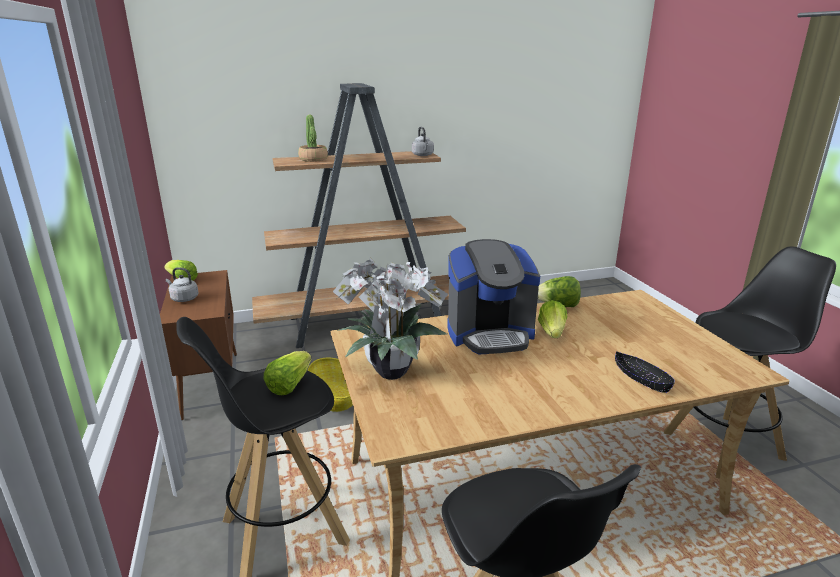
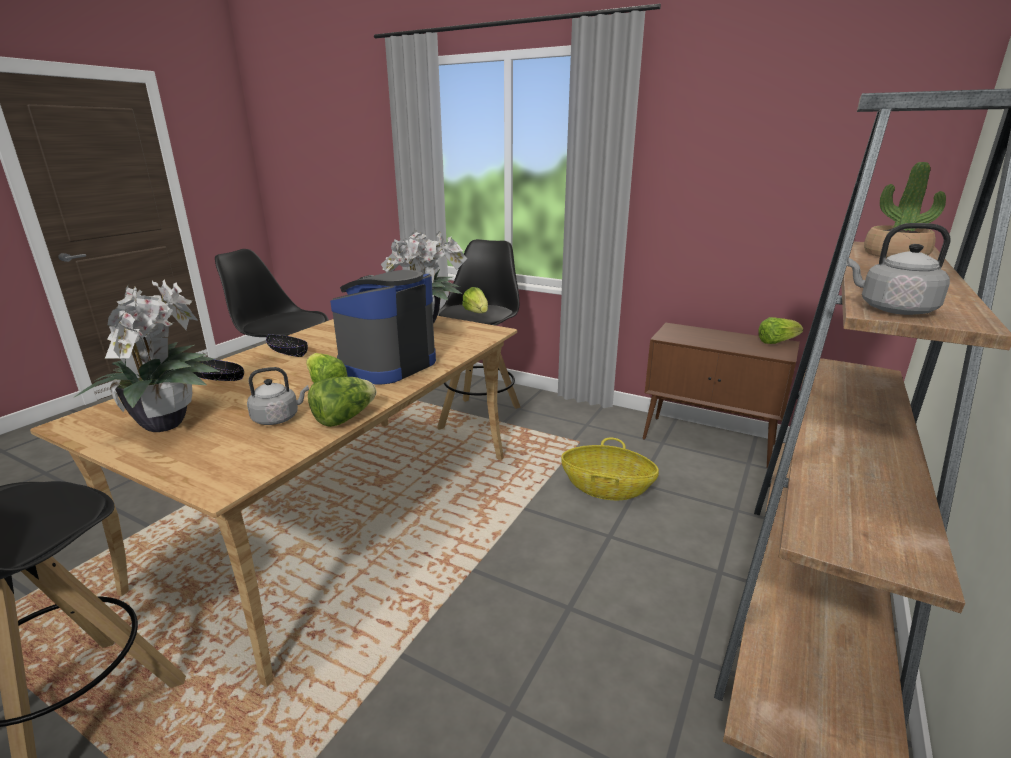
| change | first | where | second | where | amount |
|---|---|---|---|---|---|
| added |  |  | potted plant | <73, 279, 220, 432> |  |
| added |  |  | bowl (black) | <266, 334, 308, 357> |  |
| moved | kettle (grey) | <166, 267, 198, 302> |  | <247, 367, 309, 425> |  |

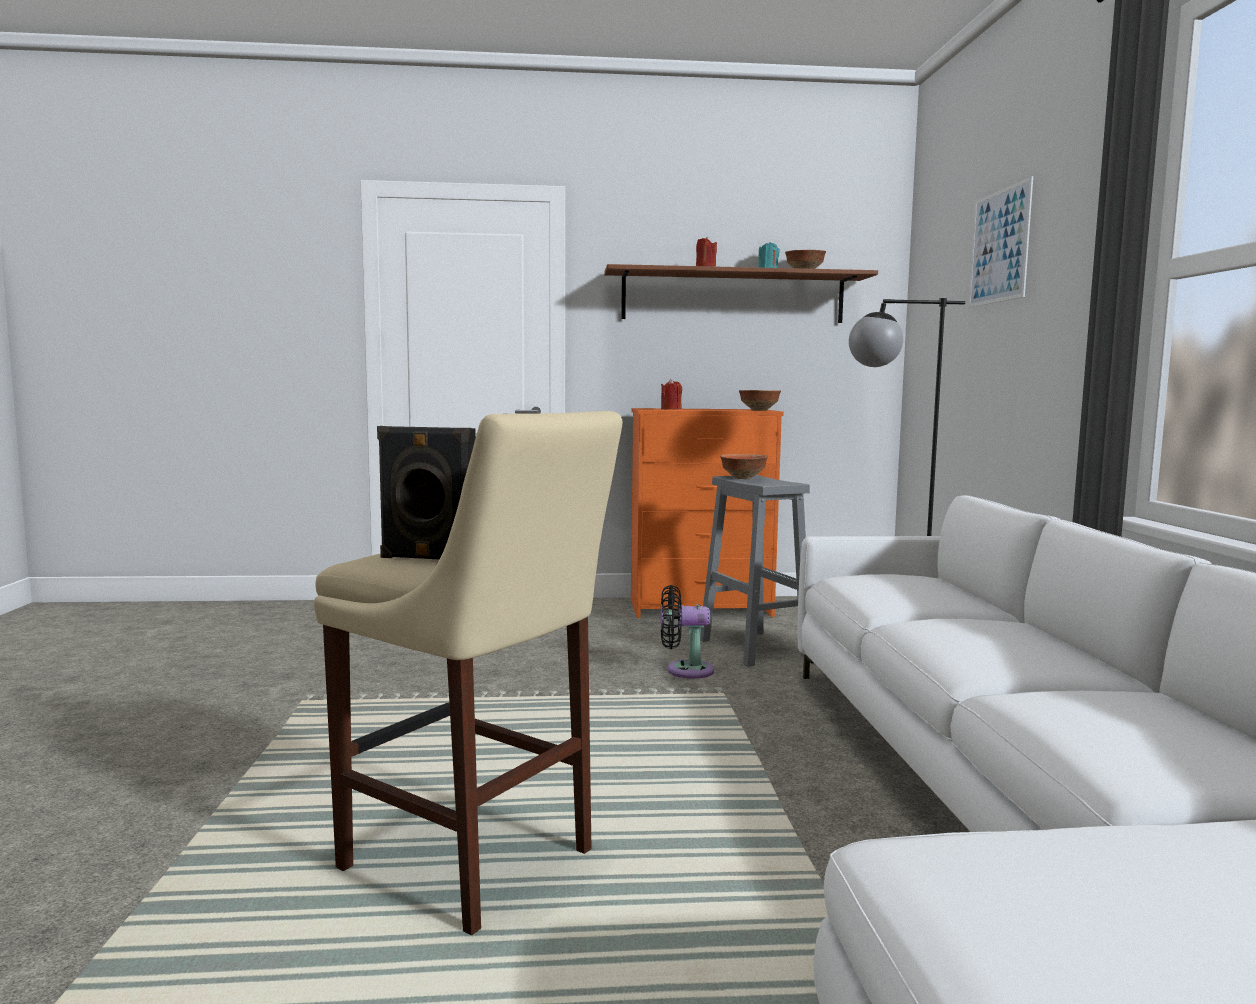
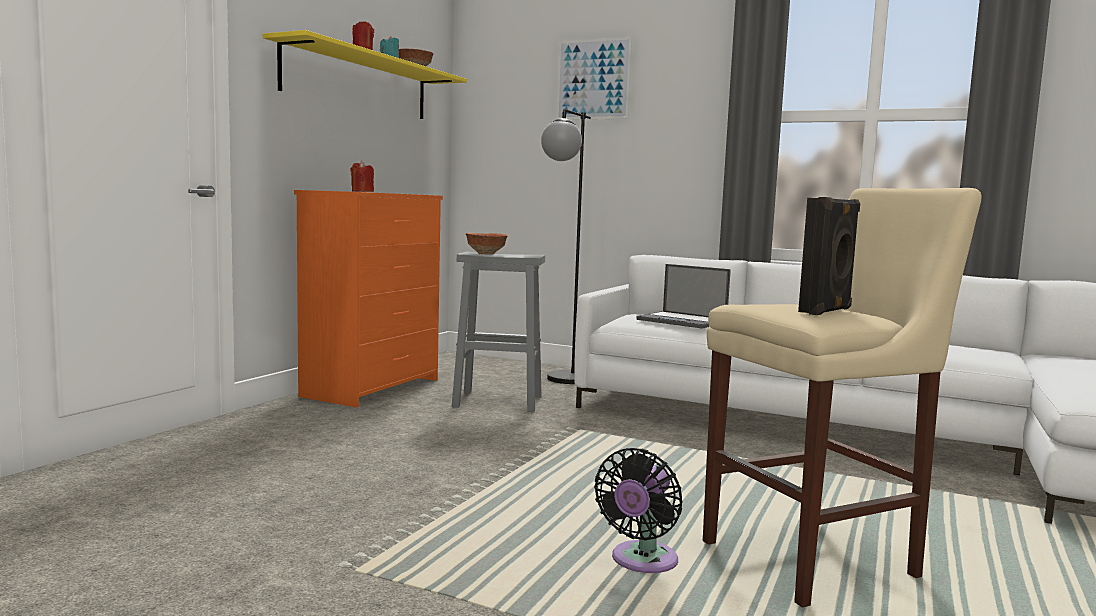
| change | first | where | second | where | amount |
|---|---|---|---|---|---|
| removed | bowl | <739, 390, 781, 411> |  |  |  |
| added |  |  | laptop | <636, 264, 731, 329> |  |
| moved | fan (black) | <661, 585, 714, 679> |  | <594, 448, 683, 573> |  |
| recoloured | shelf (brown) | <604, 264, 878, 323> | shelf (yellow) | <263, 30, 467, 119> |  |

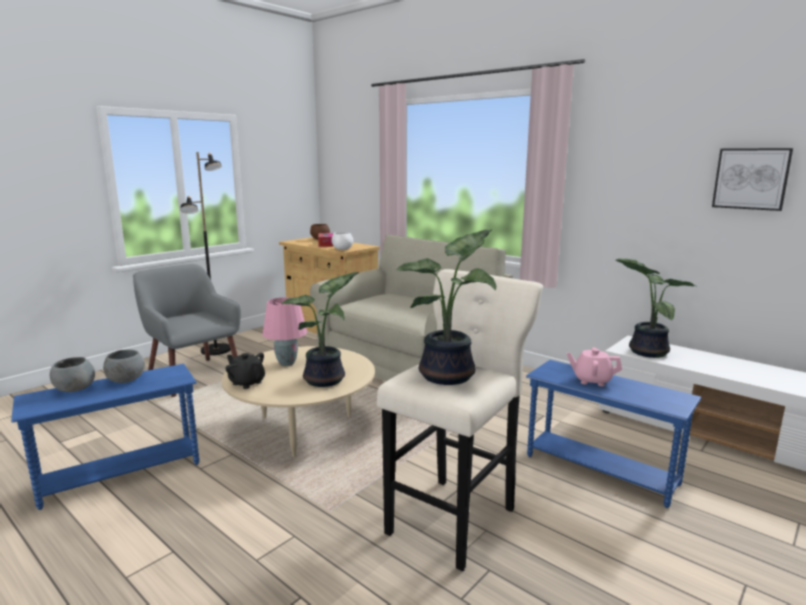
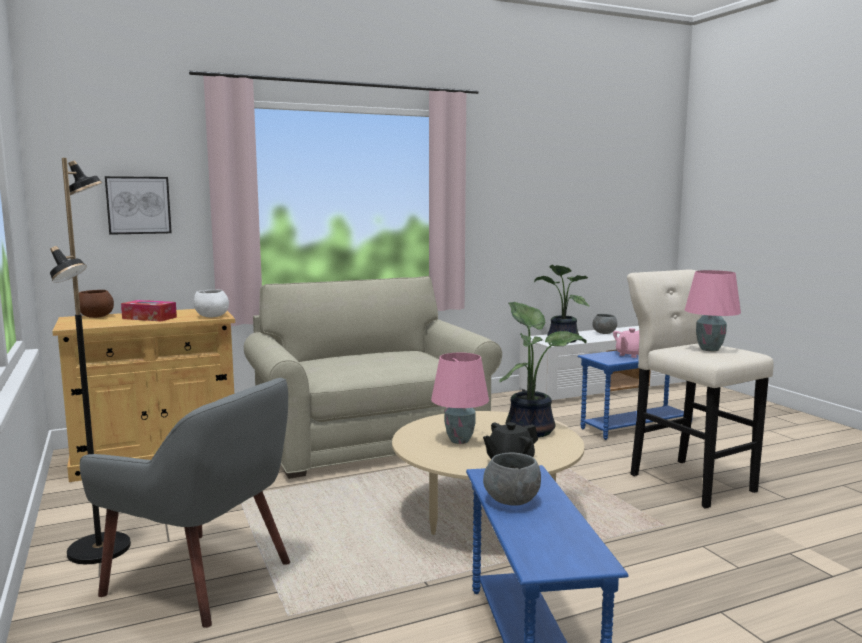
| change | first | where | second | where | amount |
|---|---|---|---|---|---|
| moved | bowl (grey) | <50, 357, 95, 392> |  | <592, 314, 617, 334> |  |
| moved | picture | <712, 148, 793, 211> |  | <105, 176, 172, 235> |  |
| replaced | potted plant | <396, 229, 496, 385> | table lamp (pink) | <685, 270, 741, 351> |  |
| turned | armchair (grey) | <133, 264, 241, 397> |  | <80, 378, 290, 628> | 135 degrees counterclockwise |

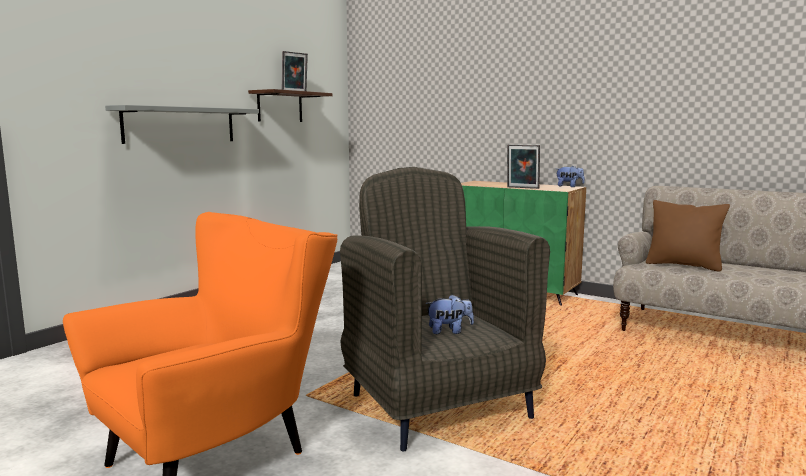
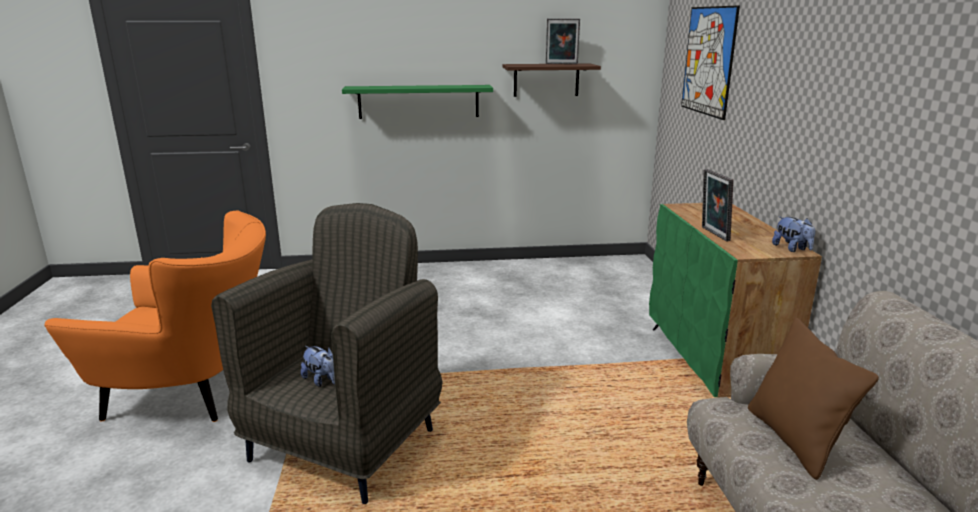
| change | first | where | second | where | amount |
|---|---|---|---|---|---|
| added |  |  | picture | <681, 5, 740, 120> |  |
| recoloured | shelf (grey) | <105, 105, 259, 144> | shelf (green) | <342, 85, 493, 119> |  |

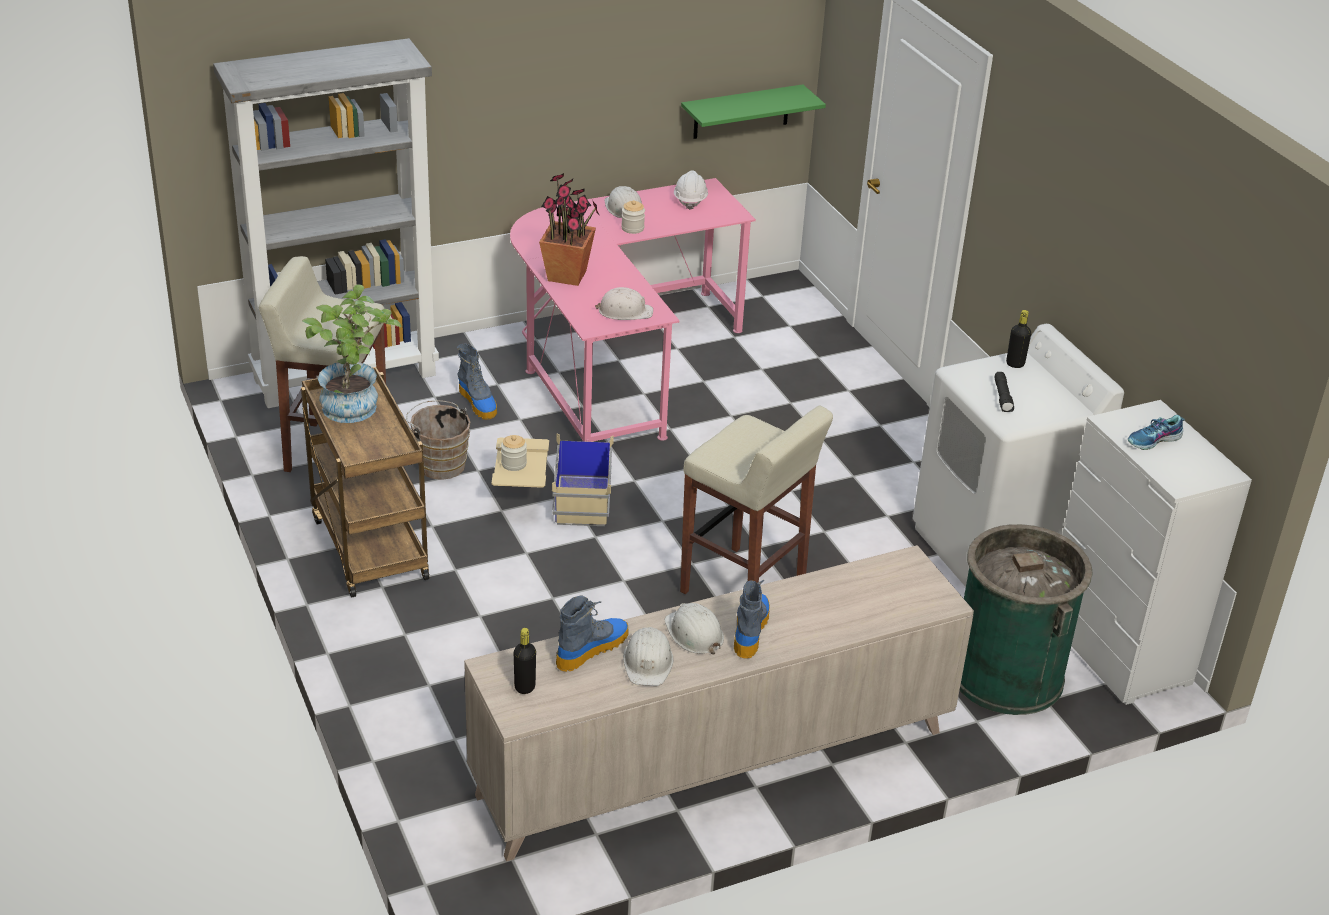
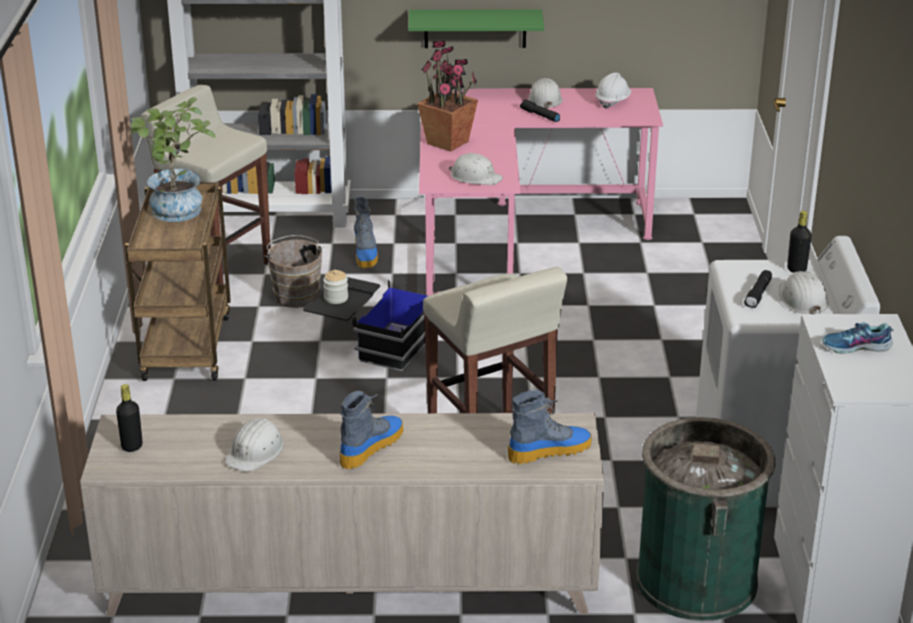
| change | first | where | second | where | amount |
|---|---|---|---|---|---|
| moved | boot | <556, 595, 629, 672> |  | <508, 390, 592, 464> |  |
| moved | hard hat (white) | <664, 603, 724, 655> |  | <779, 271, 829, 314> |  |
| moved | shelf (green) | <681, 84, 826, 139> |  | <408, 9, 544, 48> |  |
| replaced | jar | <621, 200, 645, 234> | flashlight (black) | <520, 99, 560, 122> |  |
| recoloured | storage box (beige) | <491, 433, 614, 526> | storage box (black) | <303, 277, 438, 371> |  |

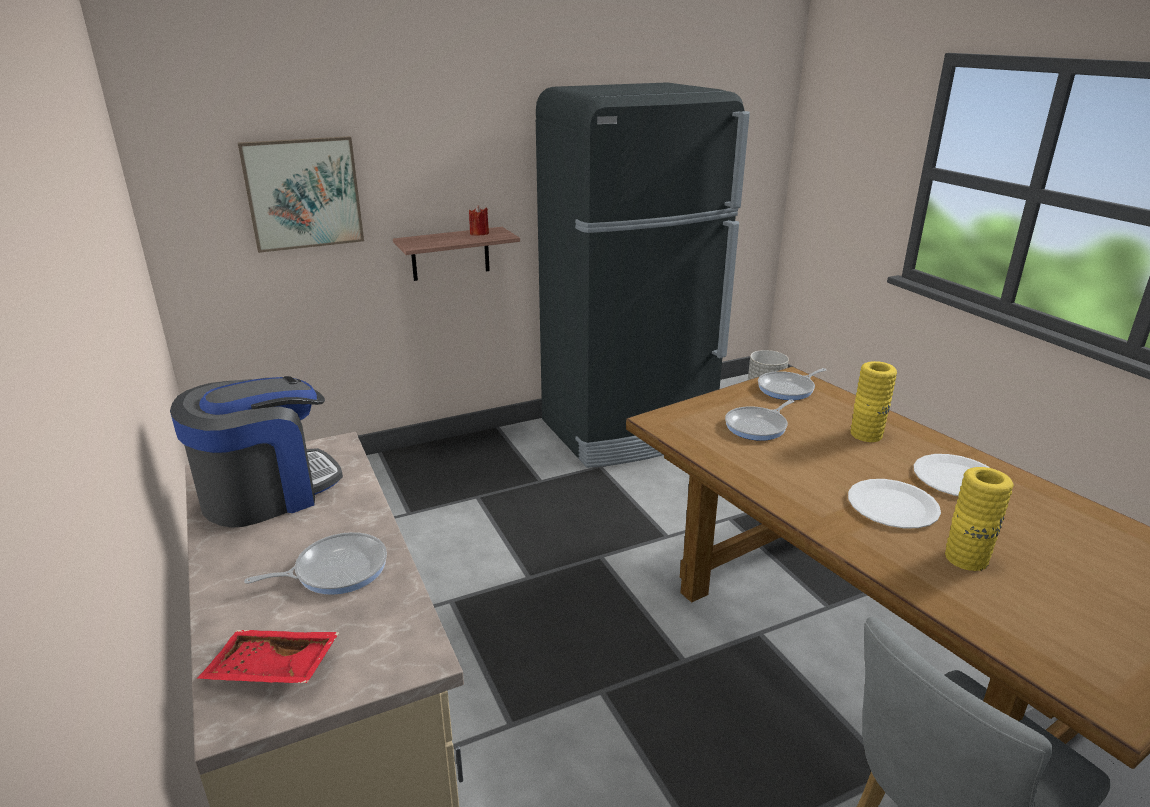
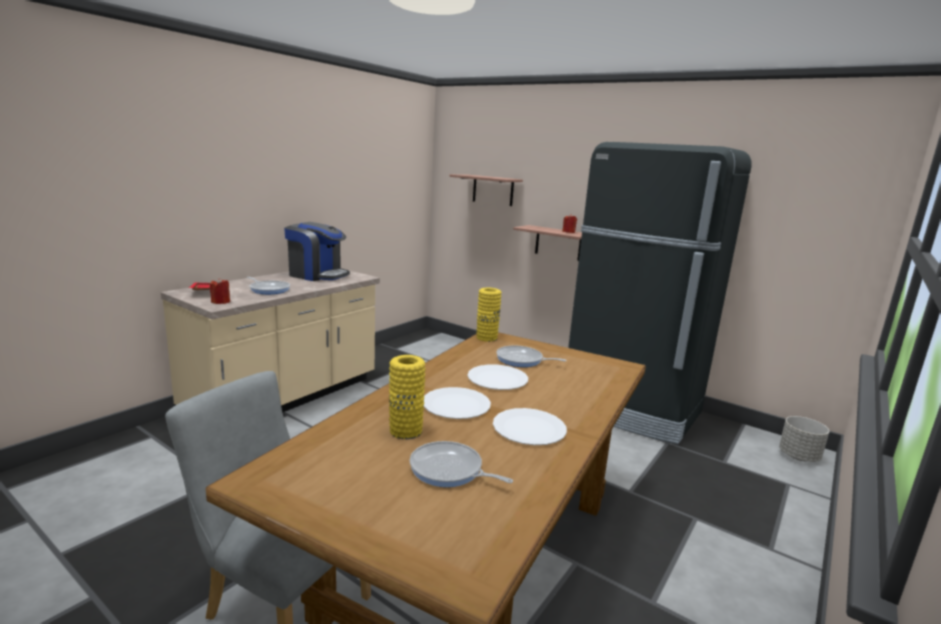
| change | first | where | second | where | amount |
|---|---|---|---|---|---|
| added |  |  | candle (red) | <210, 278, 230, 304> |  |
| added |  |  | plate (white) | <467, 364, 528, 390> |  |
| moved | frying pan | <758, 368, 827, 400> |  | <410, 441, 513, 487> |  |
| moved | vase (yellow) | <851, 361, 897, 442> |  | <476, 288, 501, 342> |  |
| replaced | picture | <238, 136, 364, 253> | shelf | <449, 174, 523, 206> |  |

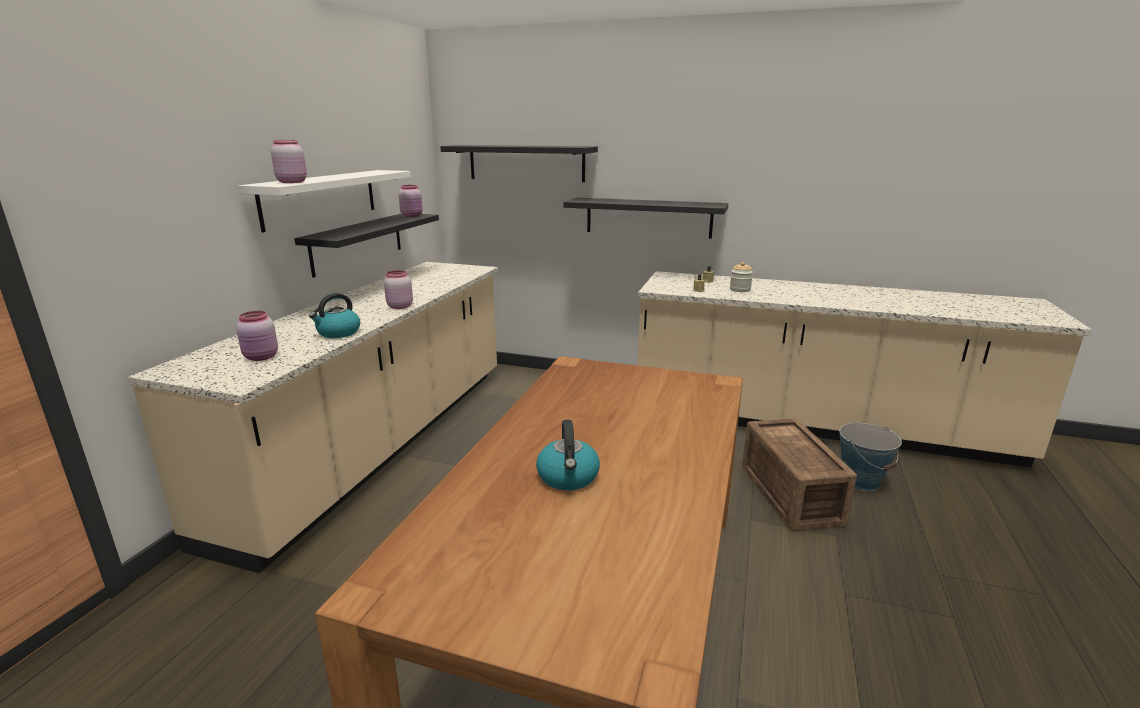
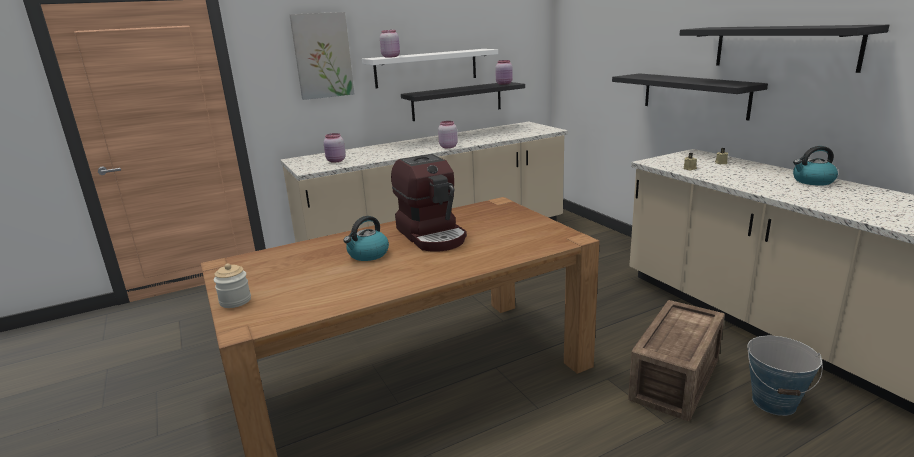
| change | first | where | second | where | amount |
|---|---|---|---|---|---|
| added |  |  | picture | <290, 12, 354, 100> |  |
| added |  |  | coffee machine | <391, 154, 467, 252> |  |
| moved | kettle | <309, 293, 360, 338> |  | <793, 146, 838, 186> |  |
| moved | shelf (black) | <440, 145, 598, 182> |  | <680, 25, 889, 73> |  |
| moved | jar | <730, 262, 753, 292> |  | <214, 264, 251, 308> |  |

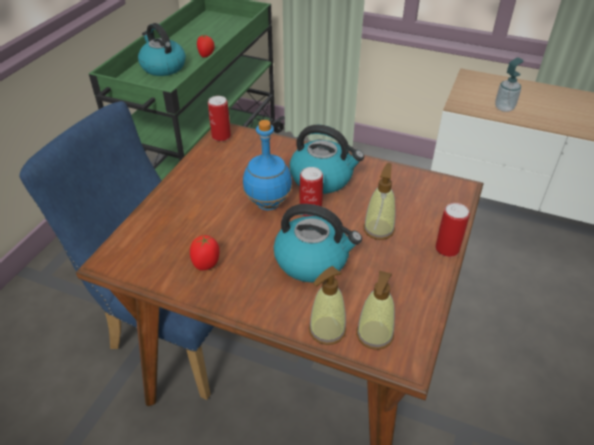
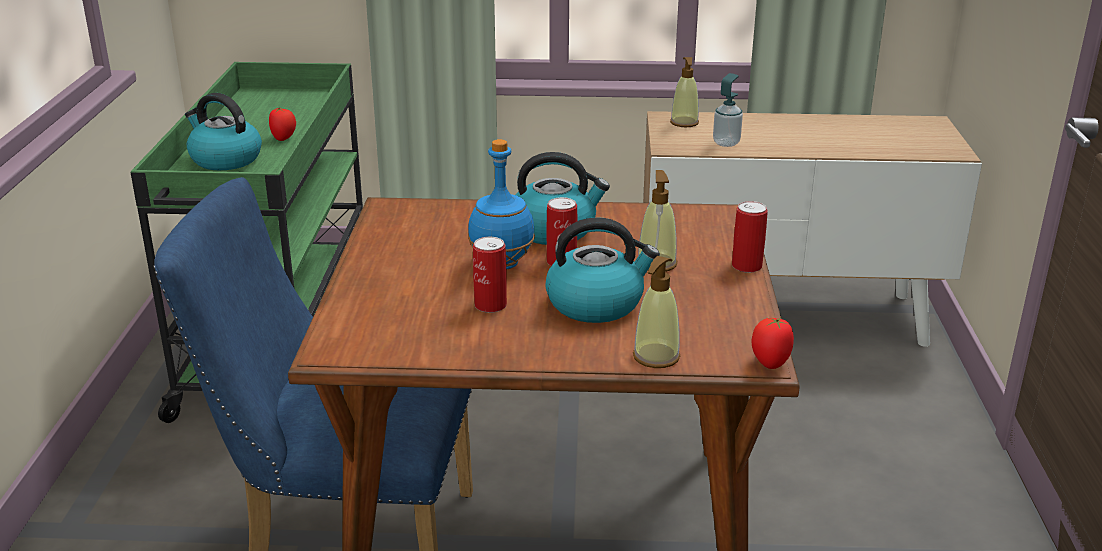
| change | first | where | second | where | amount |
|---|---|---|---|---|---|
| moved | tomato | <190, 235, 220, 270> |  | <752, 318, 794, 369> |  |
| moved | can | <208, 96, 231, 141> |  | <473, 237, 507, 313> |  |
| moved | soap dispenser | <356, 271, 395, 350> |  | <670, 57, 699, 127> |  |

